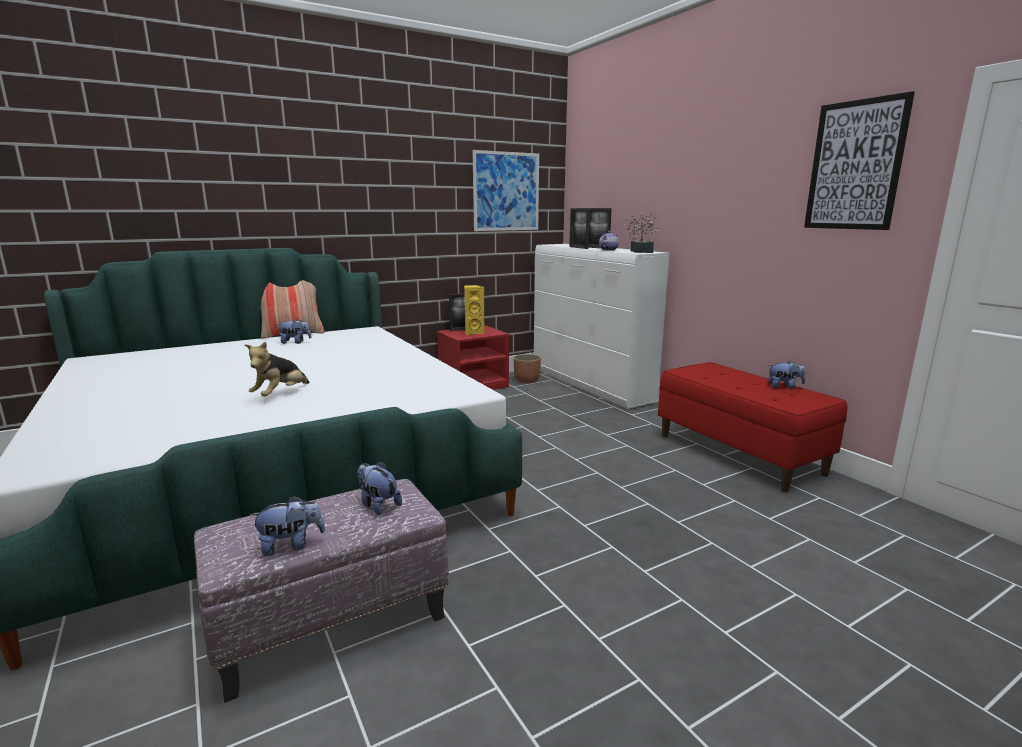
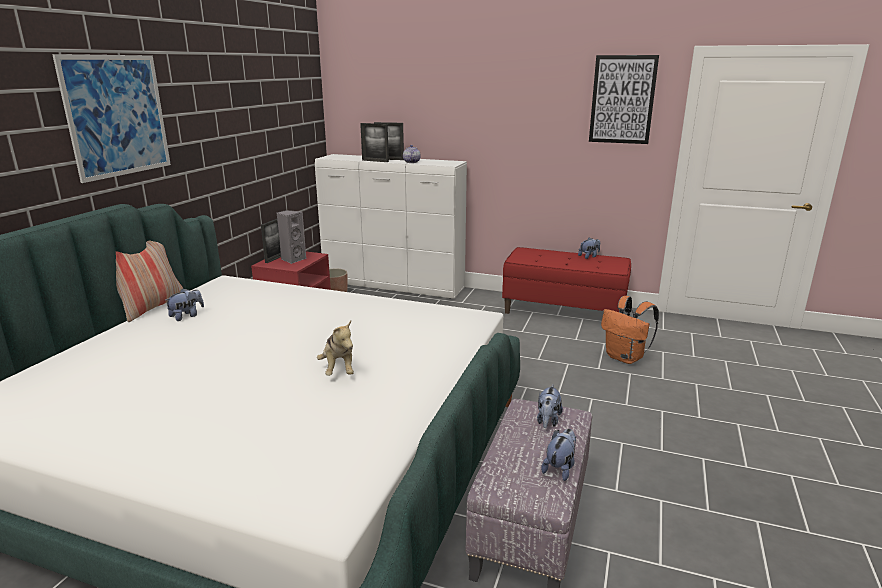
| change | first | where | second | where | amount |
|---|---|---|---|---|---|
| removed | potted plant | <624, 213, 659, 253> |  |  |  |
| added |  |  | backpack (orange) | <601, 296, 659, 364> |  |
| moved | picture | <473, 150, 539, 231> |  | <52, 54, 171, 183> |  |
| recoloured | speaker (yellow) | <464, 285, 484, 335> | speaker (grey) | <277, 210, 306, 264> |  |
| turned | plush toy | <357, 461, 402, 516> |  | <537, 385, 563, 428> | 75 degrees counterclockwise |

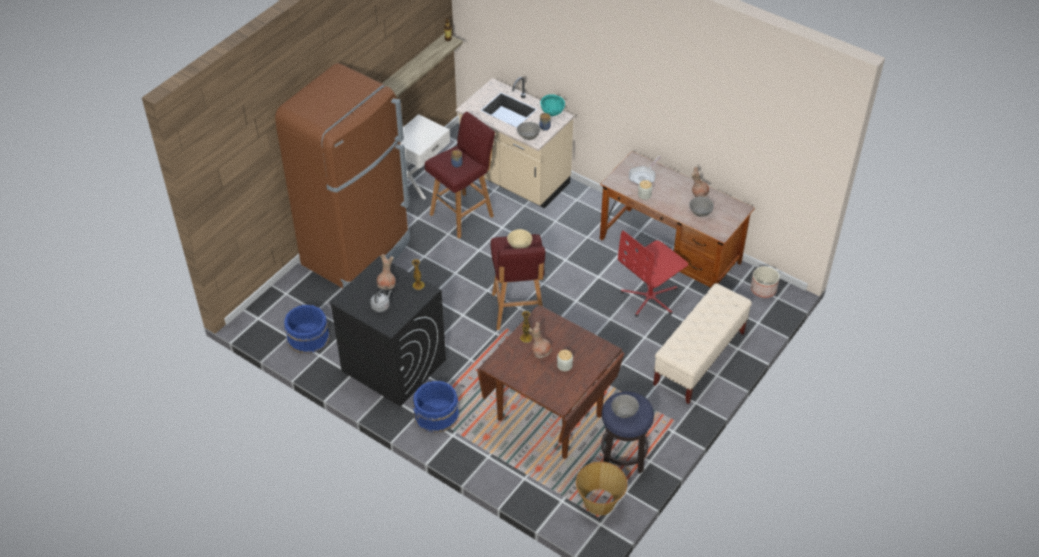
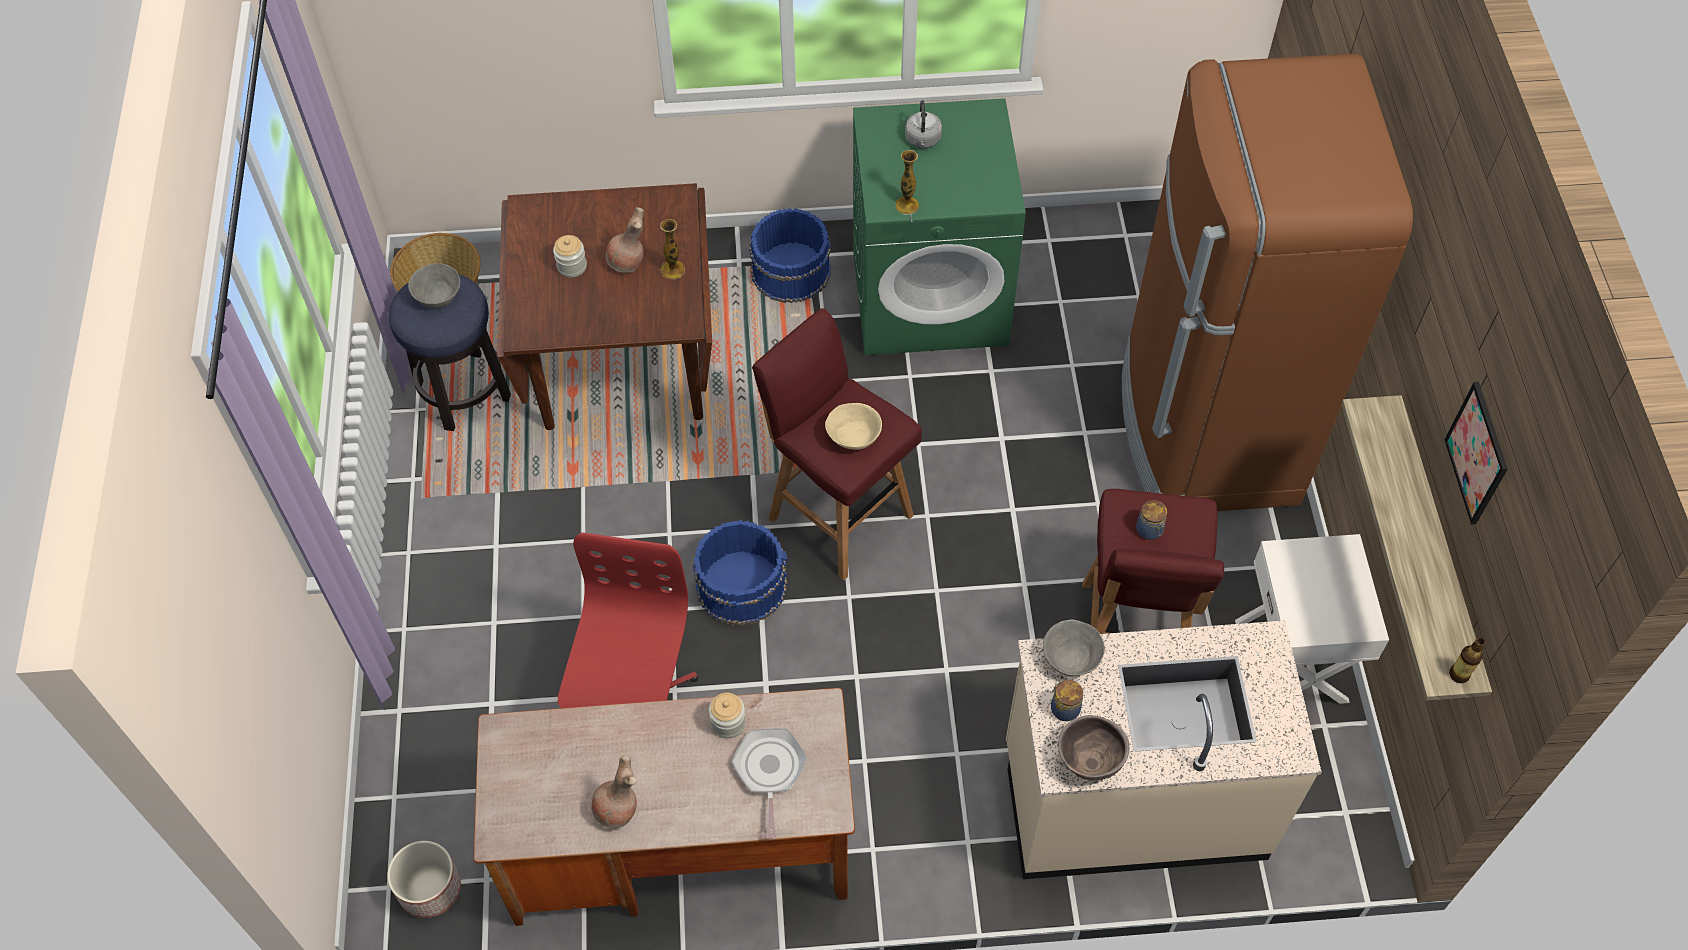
| change | first | where | second | where | amount |
|---|---|---|---|---|---|
| removed | vase (brown) | <377, 254, 396, 289> |  |  |  |
| removed | bench (beige) | <653, 283, 752, 404> |  |  |  |
| removed | bowl (grey) | <689, 197, 714, 217> |  |  |  |
| added |  |  | picture | <1445, 382, 1508, 525> |  |
| moved | bucket (blue) | <284, 305, 330, 354> |  | <693, 520, 788, 626> |  |
| recoloured | washing machine (black) | <329, 256, 446, 407> | washing machine (green) | <853, 98, 1026, 355> |  |
| recoloured | bowl (turquoise) | <540, 94, 565, 116> | bowl (brown) | <1058, 715, 1129, 781> |  |

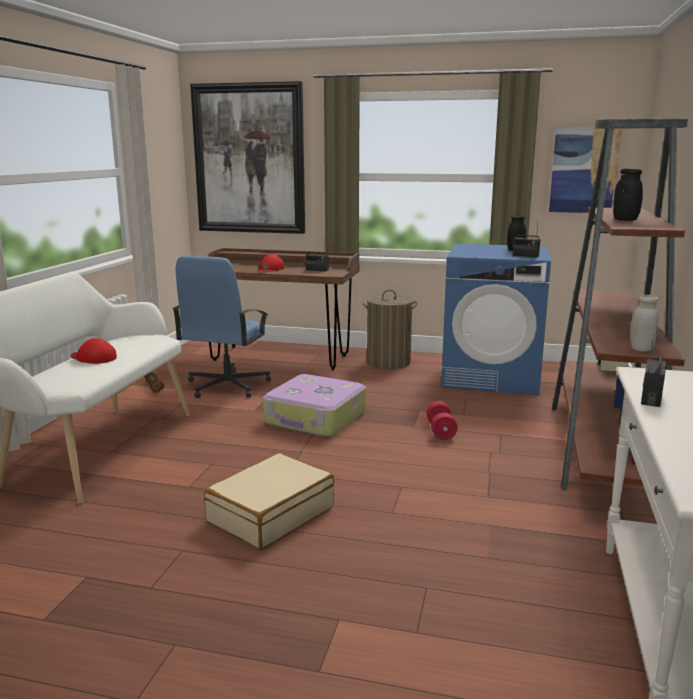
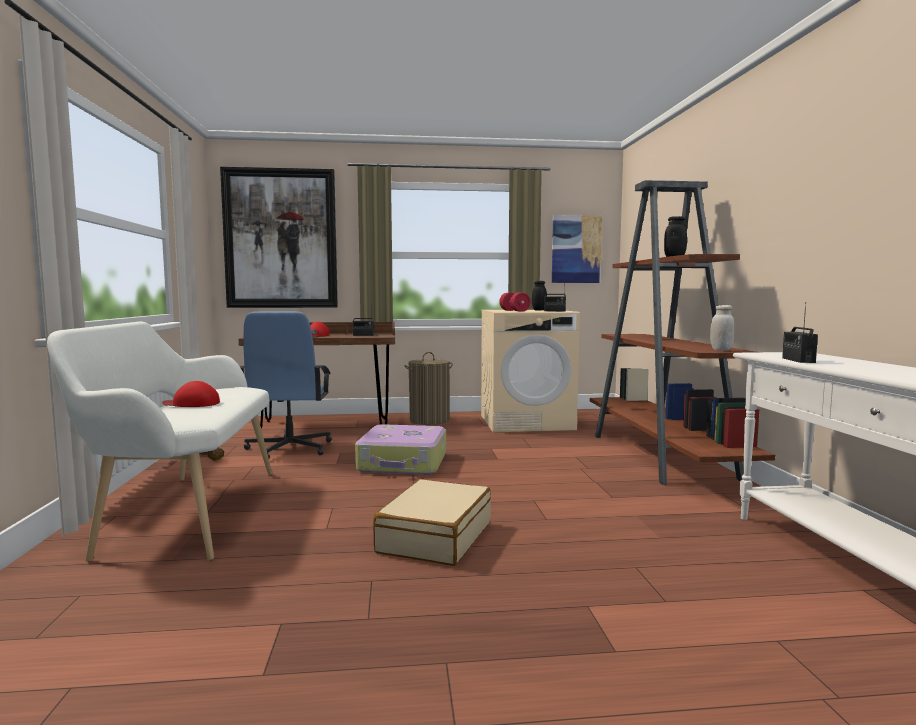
| change | first | where | second | where | amount |
|---|---|---|---|---|---|
| moved | dumbbell (red) | <426, 401, 458, 440> |  | <499, 293, 530, 312> |  |
| recoloured | washing machine (blue) | <441, 243, 551, 396> | washing machine (beige) | <481, 310, 580, 432> |  |

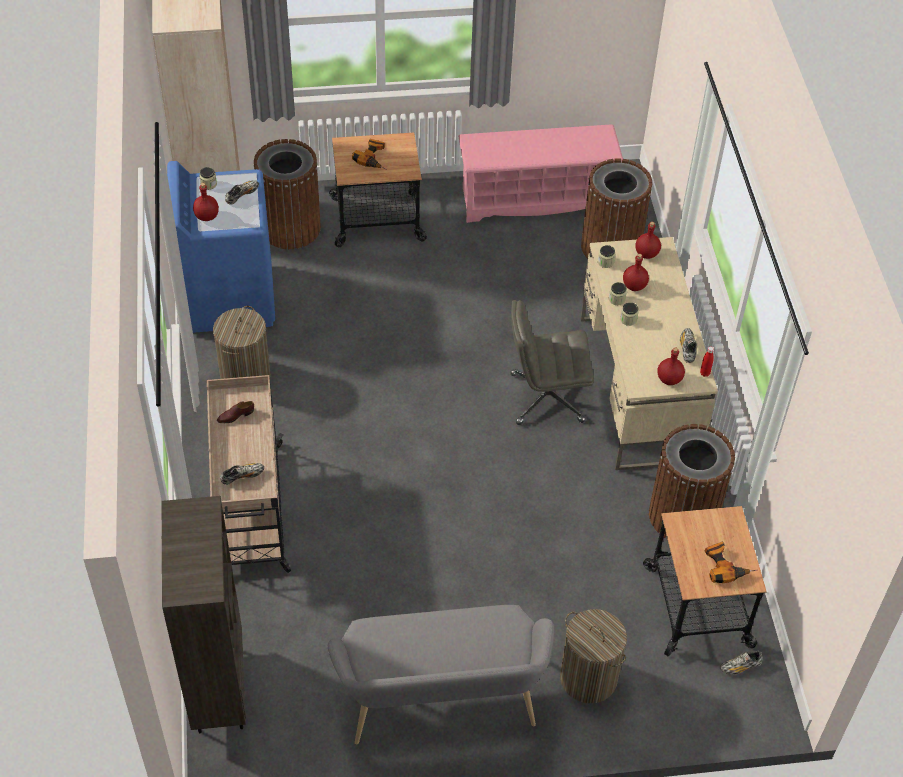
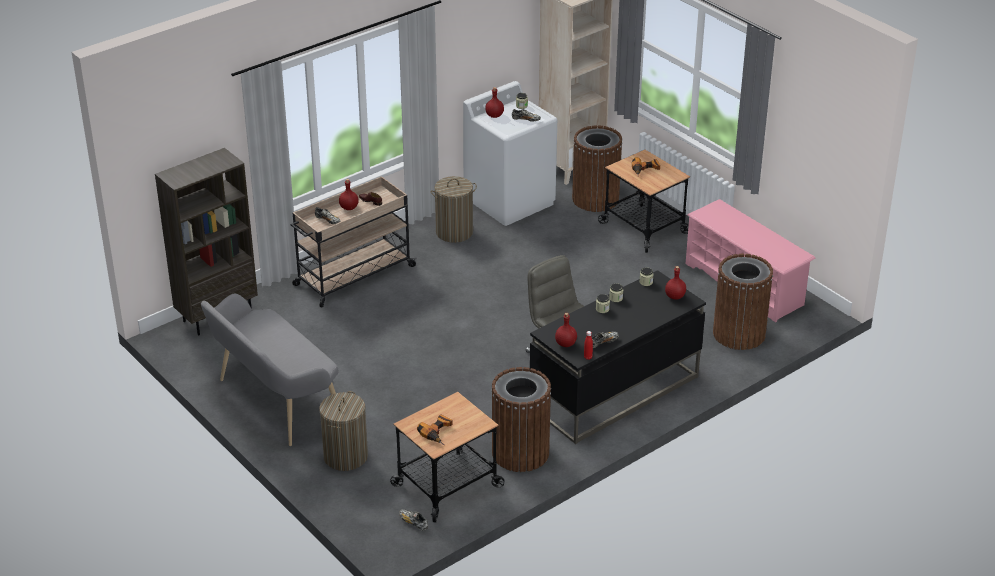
| change | first | where | second | where | amount |
|---|---|---|---|---|---|
| moved | bottle (red) | <623, 254, 649, 291> |  | <339, 179, 359, 210> |  |
| recoloured | washing machine (blue) | <167, 161, 275, 333> | washing machine (white) | <463, 81, 557, 226> |  |
| recoloured | desk (beige) | <580, 237, 718, 470> | desk (black) | <530, 270, 706, 444> |  |

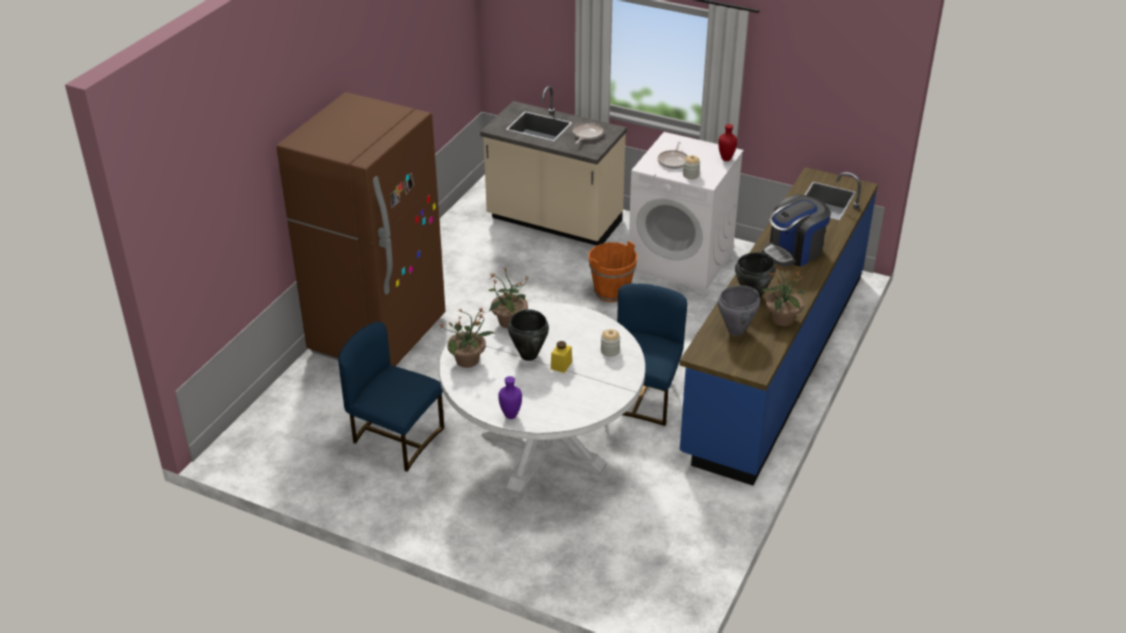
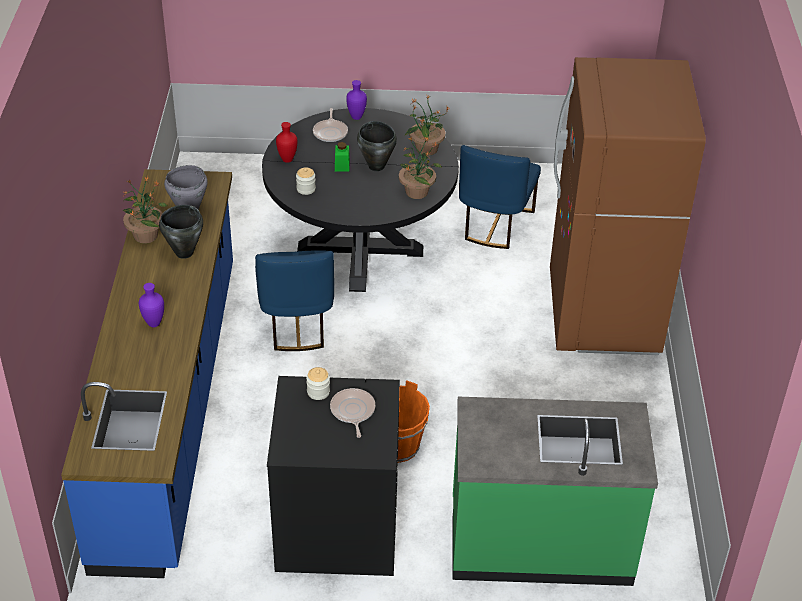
| change | first | where | second | where | amount |
|---|---|---|---|---|---|
| moved | frying pan | <573, 123, 603, 144> |  | <313, 108, 348, 142> |  |
| moved | vase (red) | <718, 124, 737, 161> |  | <276, 122, 297, 163> |  |
| replaced | coffee machine | <762, 195, 831, 267> | vase (purple) | <139, 283, 164, 327> |  |
| recoloured | dining table (white) | <439, 302, 645, 495> | dining table (black) | <262, 108, 459, 292> |  |
| recoloured | counter (beige) | <480, 86, 627, 246> | counter (green) | <452, 397, 658, 586> |  |
| recoloured | jar (yellow) | <551, 341, 572, 373> | jar (green) | <335, 142, 350, 172> |  |
| recoloured | washing machine (white) | <629, 132, 743, 291> | washing machine (black) | <267, 376, 400, 576> |  |
| turned | chair (blue) | <338, 322, 444, 472> |  | <459, 145, 541, 249> | 105 degrees clockwise |

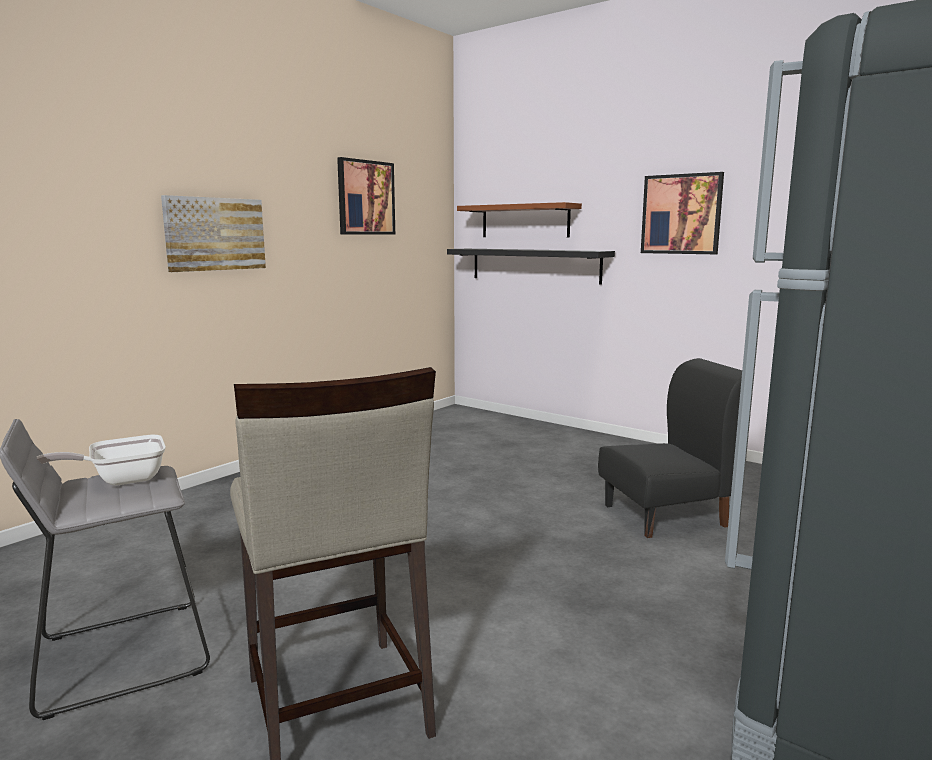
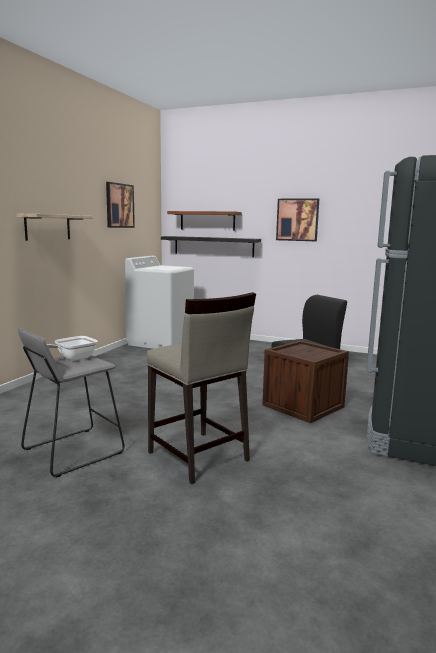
| change | first | where | second | where | amount |
|---|---|---|---|---|---|
| added |  |  | washing machine (white) | <125, 256, 194, 349> |  |
| added |  |  | crate | <262, 340, 349, 423> |  |
| replaced | picture | <161, 195, 266, 272> | shelf | <16, 214, 93, 241> |  |

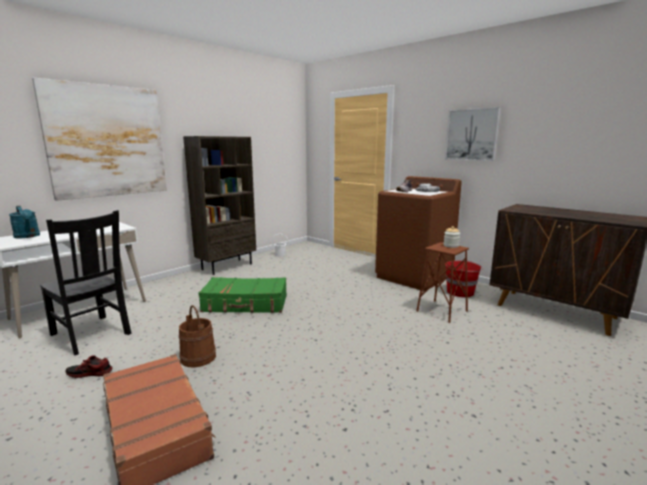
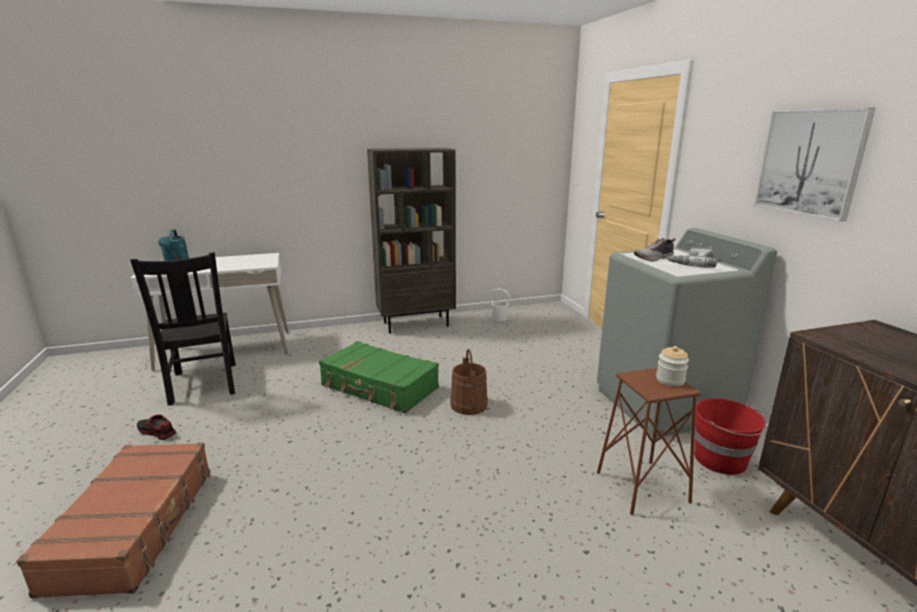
| change | first | where | second | where | amount |
|---|---|---|---|---|---|
| removed | picture | <32, 77, 167, 201> |  |  |  |
| moved | bucket (brown) | <179, 305, 216, 367> |  | <450, 349, 488, 415> |  |
| recoloured | washing machine (brown) | <375, 176, 462, 291> | washing machine (grey) | <597, 228, 777, 438> |  |

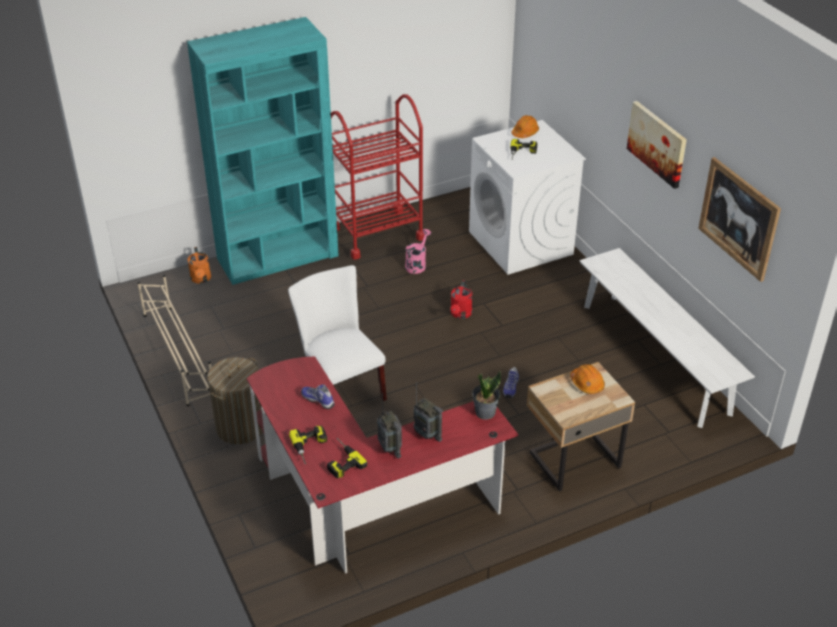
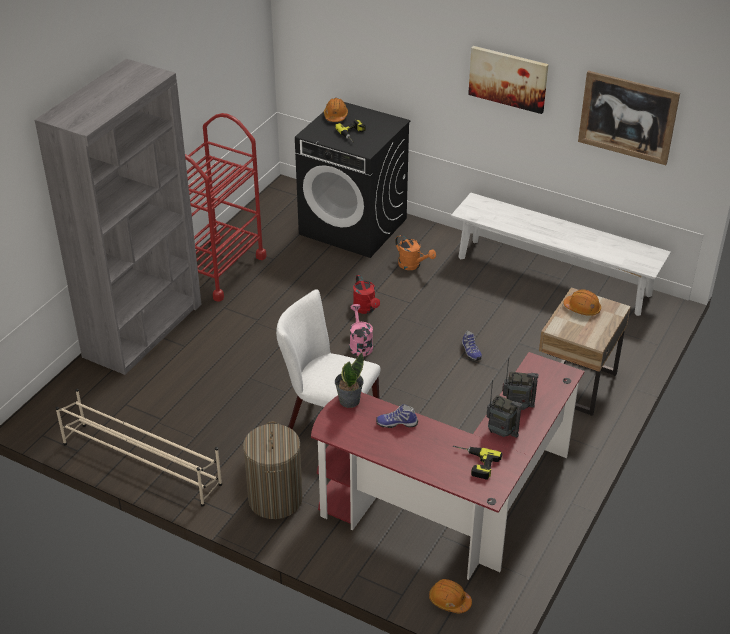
| change | first | where | second | where | amount |
|---|---|---|---|---|---|
| removed | power drill | <289, 426, 327, 464> |  |  |  |
| added |  |  | hard hat (orange) | <429, 579, 472, 613> |  |
| moved | watering can (orange) | <187, 247, 211, 284> |  | <395, 235, 436, 270> |  |
| moved | watering can (pink) | <405, 229, 431, 274> |  | <350, 304, 373, 357> |  |
| moved | potted plant | <472, 371, 501, 420> |  | <335, 352, 364, 408> |  |
| recoloured | bookcase (turquoise) | <187, 17, 339, 285> | bookcase (grey) | <35, 59, 202, 375> |  |
| recoloured | washing machine (white) | <469, 120, 586, 275> | washing machine (black) | <295, 102, 410, 258> |  |

